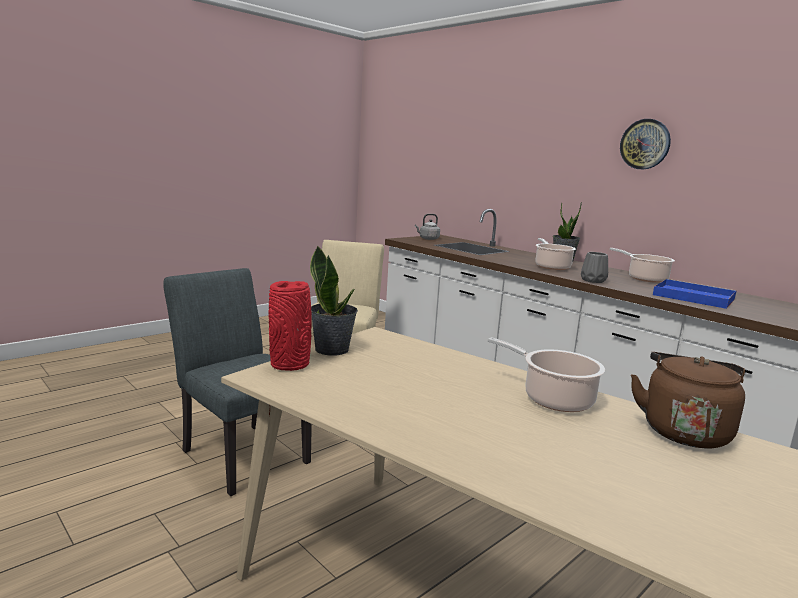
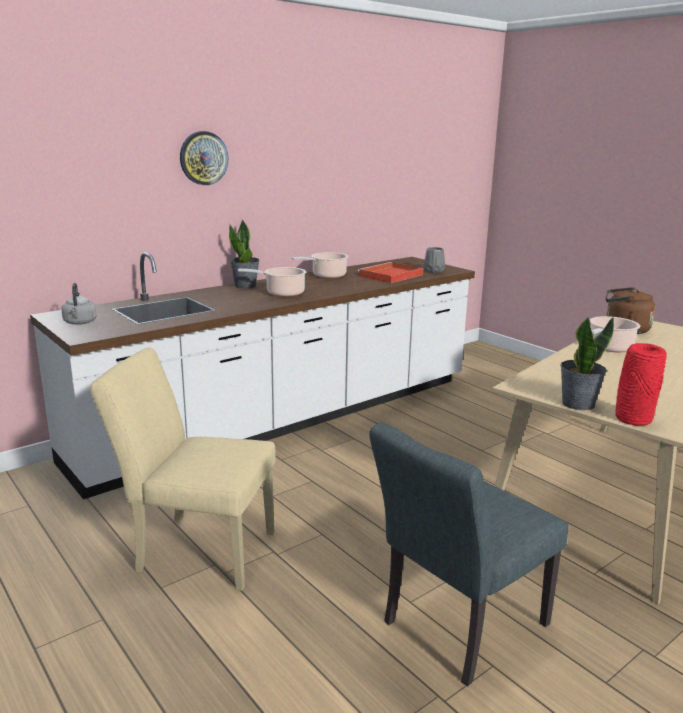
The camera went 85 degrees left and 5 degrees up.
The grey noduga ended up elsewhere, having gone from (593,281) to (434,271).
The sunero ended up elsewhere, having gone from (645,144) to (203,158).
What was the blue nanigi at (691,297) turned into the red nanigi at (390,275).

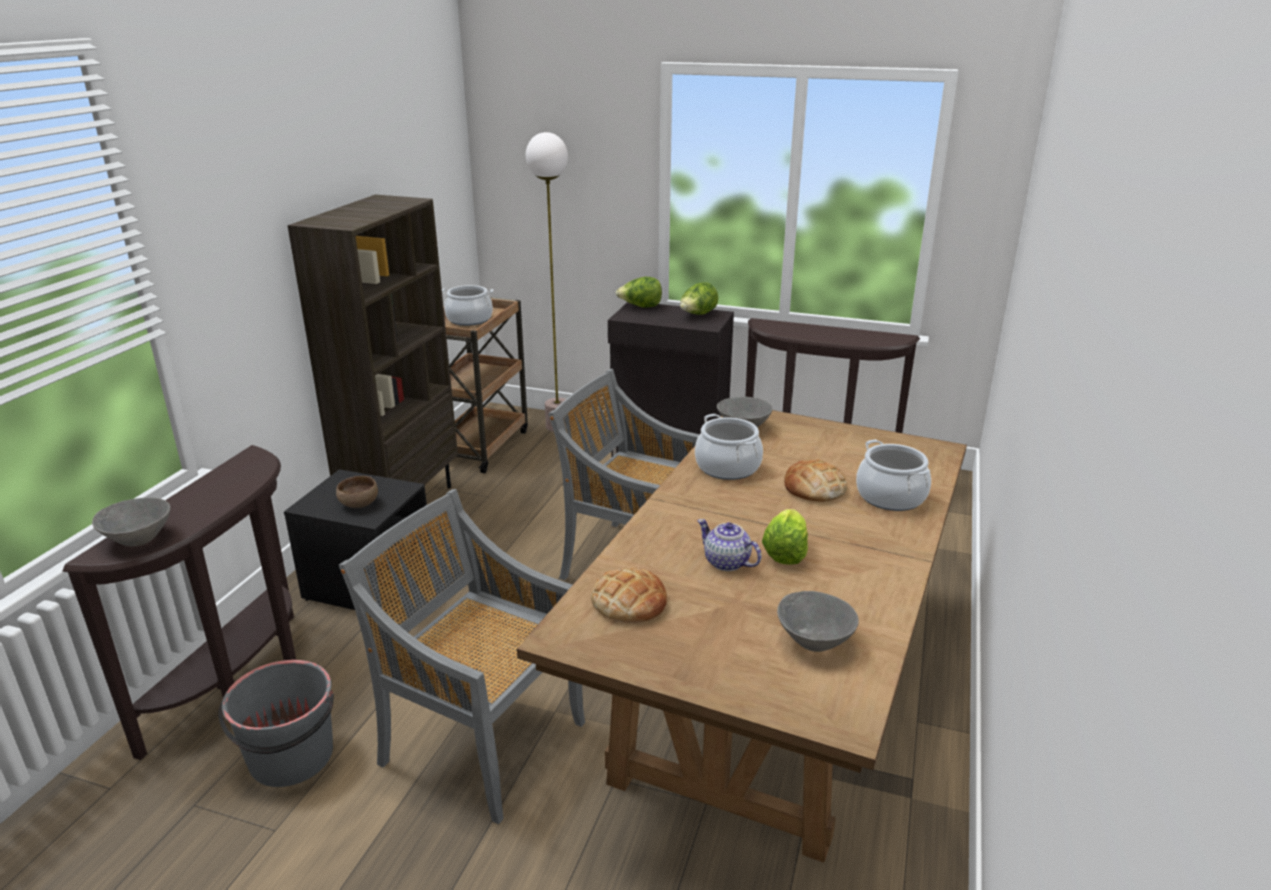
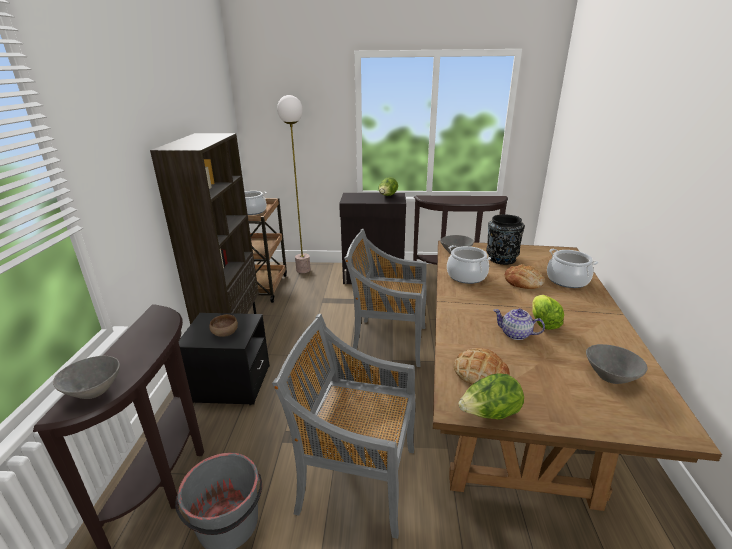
The camera went 15 degrees left and 0 degrees up.
The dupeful ended up elsewhere, having gone from (640,307) to (489,414).
The second view gained the black noduga at (501,259).

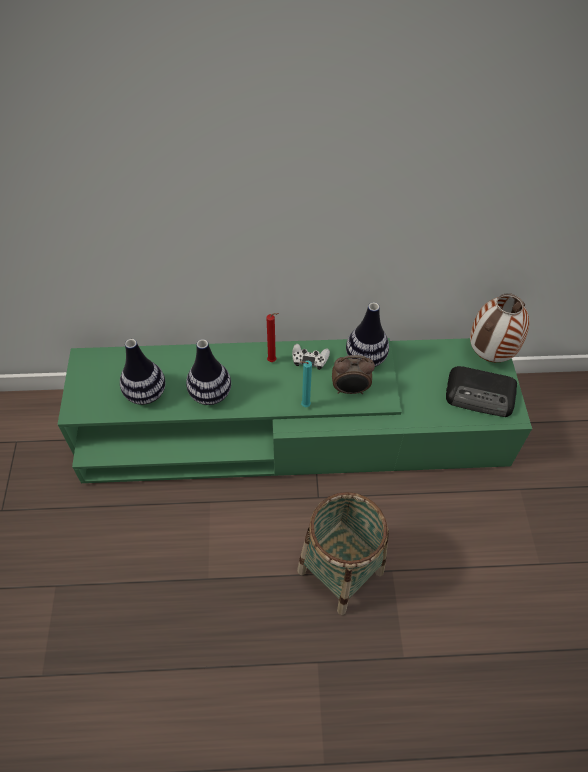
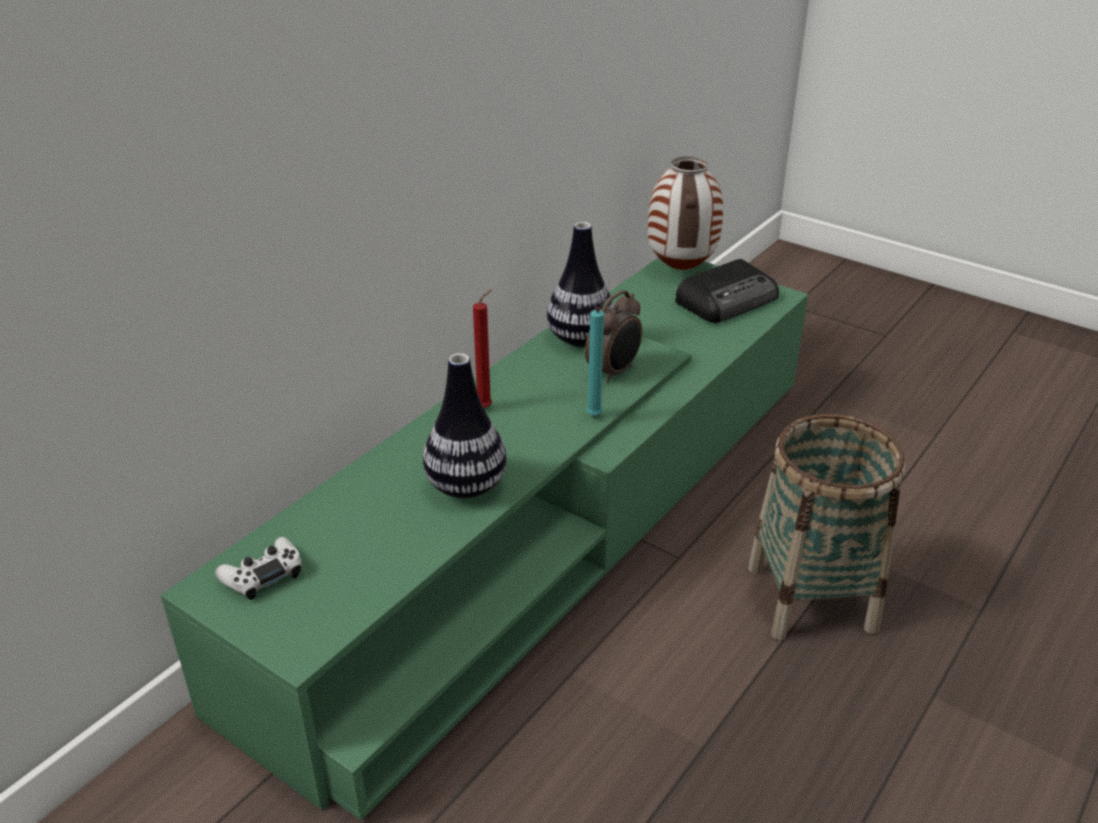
The camera went 50 degrees left and 20 degrees down.
The second view lost the noduga at (145,393).
The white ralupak ended up elsewhere, having gone from (310,359) to (263,575).

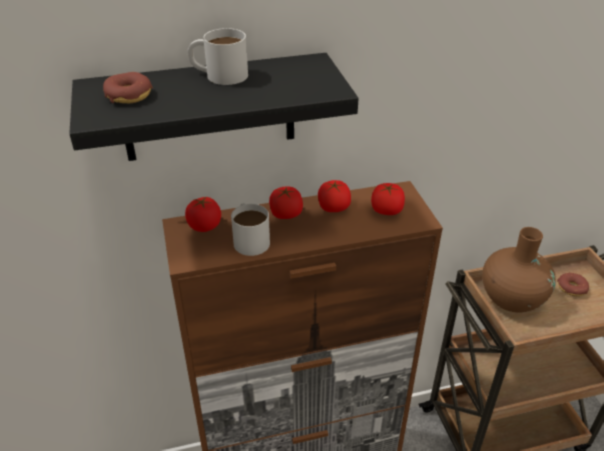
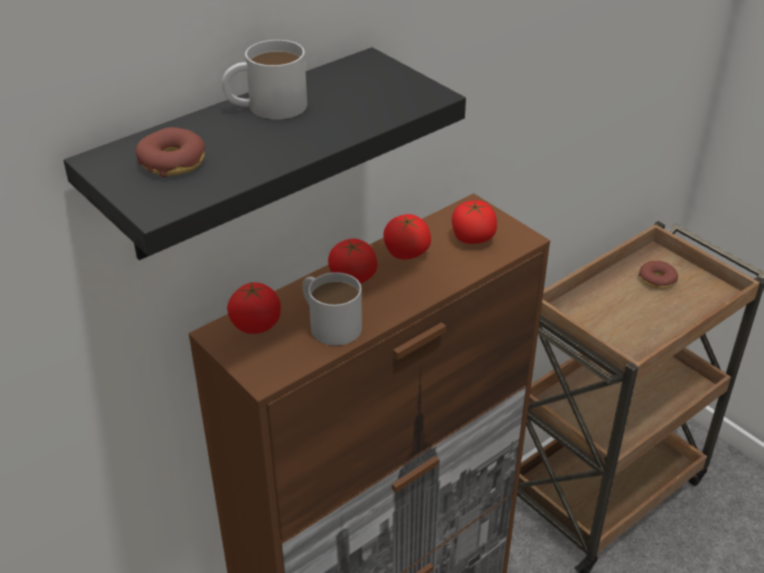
The camera went 25 degrees left and 0 degrees up.
The second view lost the brown noduga at (511,298).

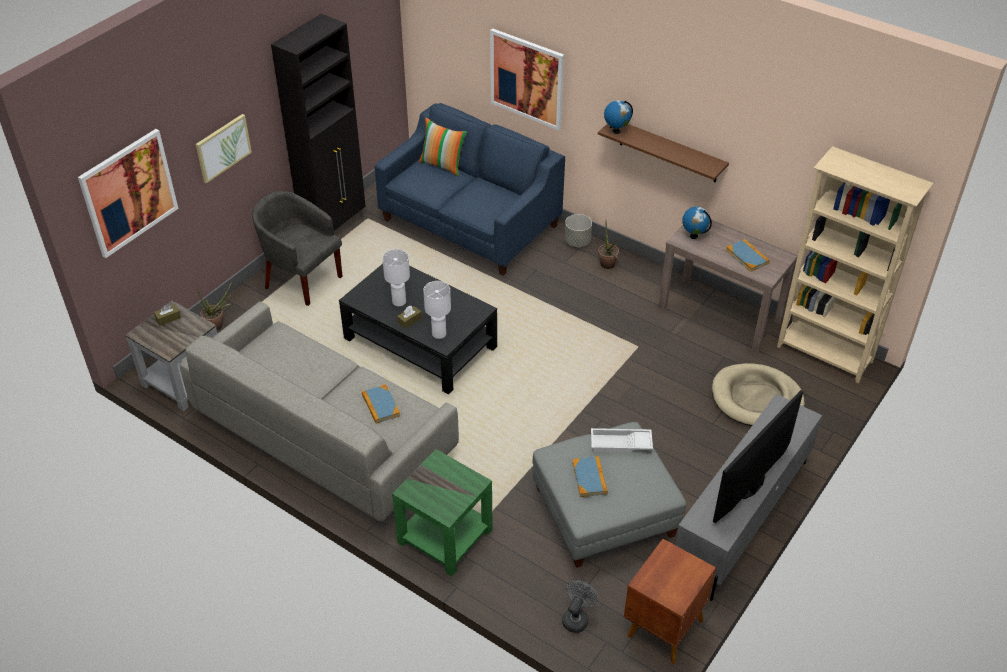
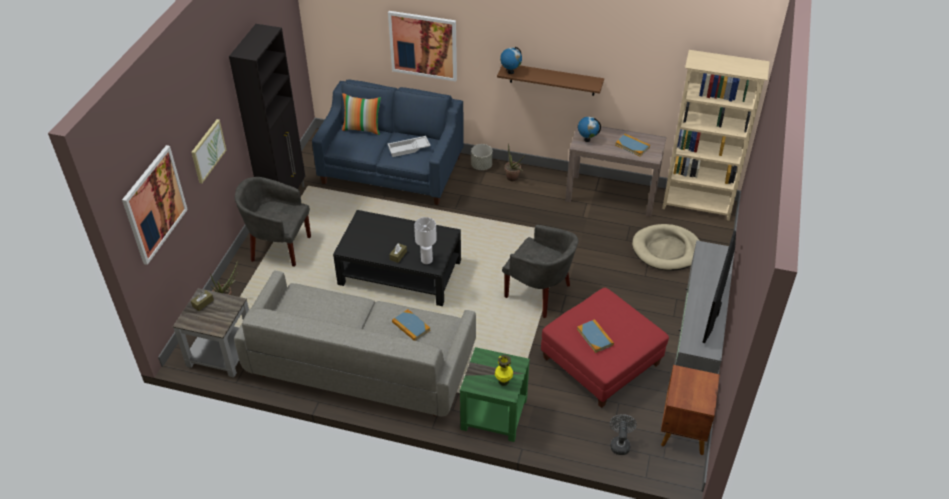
The camera went 20 degrees left and 0 degrees up.
The second view lost the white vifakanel at (399,302).
What was the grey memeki at (604,512) turned into the red memeki at (601,361).
The white nanigi ended up elsewhere, having gone from (620,444) to (408,149).
The second view gained the yellow noduga at (503,381).
The second view gained the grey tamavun at (539,293).

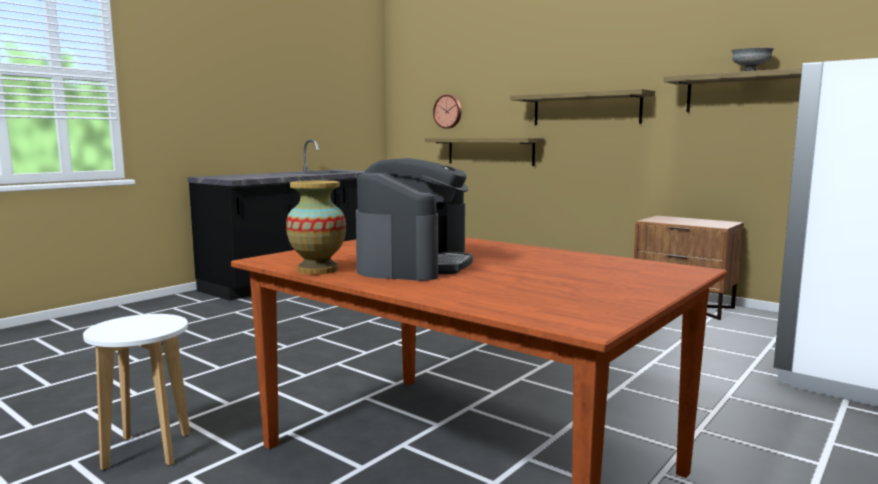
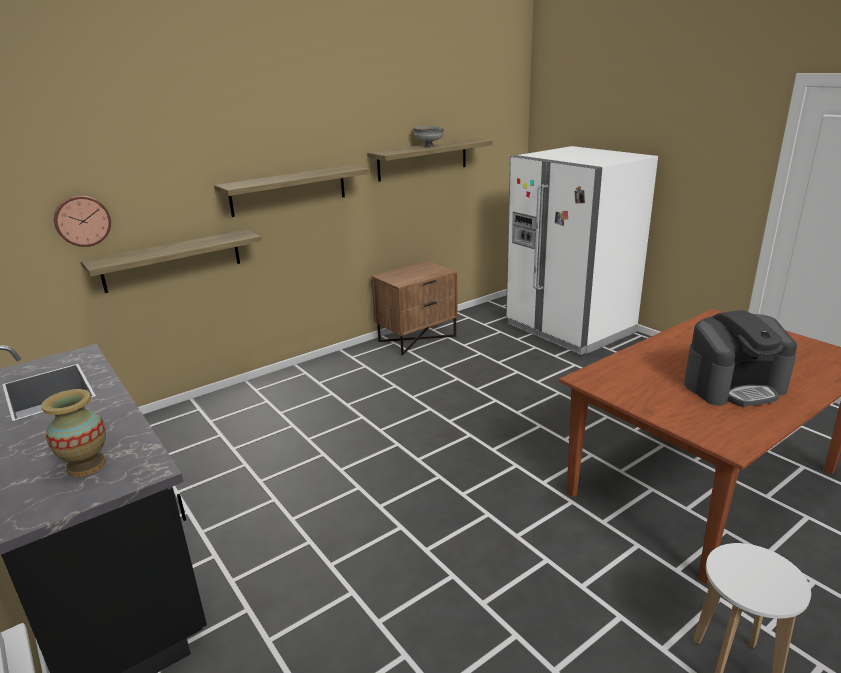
The camera went 75 degrees left and 15 degrees up.
The noduga ended up elsewhere, having gone from (318,270) to (87,465).
The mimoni at (414,265) ended up facing another way, 135 degrees clockwise from before.

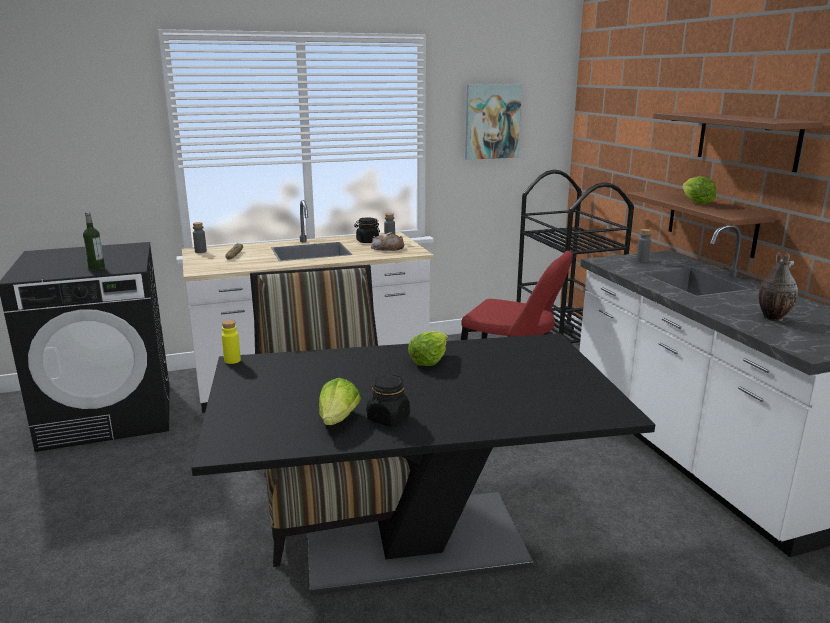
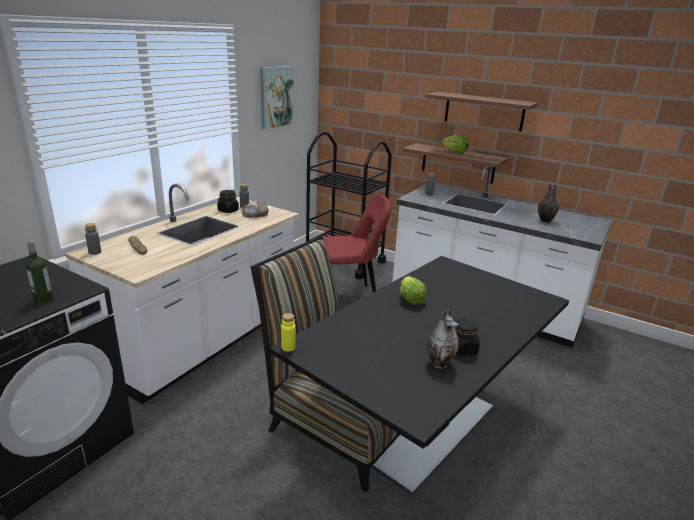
The camera went 40 degrees left and 5 degrees up.
Where the dupeful stood at (338,419), the noduga came to stand at (440,363).

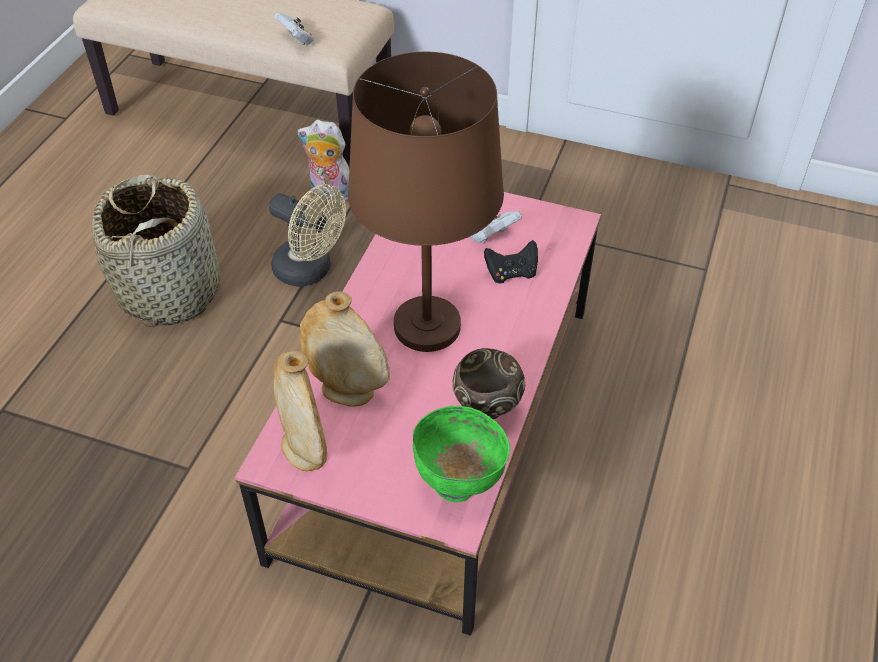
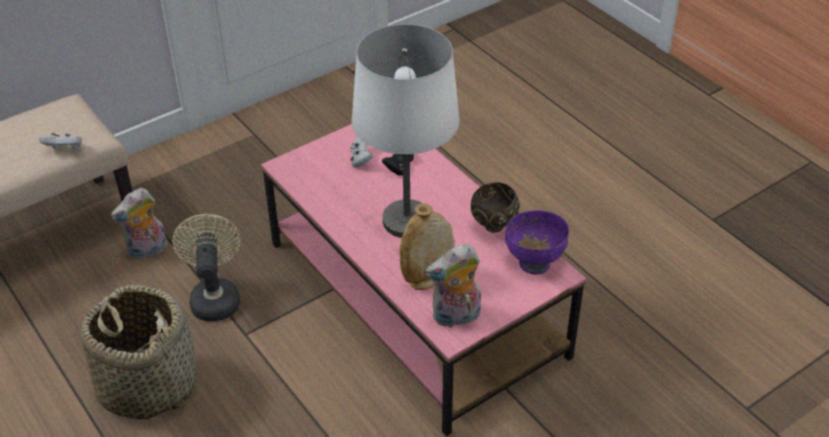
The camera went 55 degrees left and 5 degrees down.
The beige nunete at (310,271) ended up facing another way, 75 degrees counterclockwise from before.
Where the beige noduga stood at (304,450), the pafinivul came to stand at (456,317).
What was the brown vifakanel at (427,327) turned into the white vifakanel at (407,221).
What was the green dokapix at (458,481) turned into the purple dokapix at (534,262).

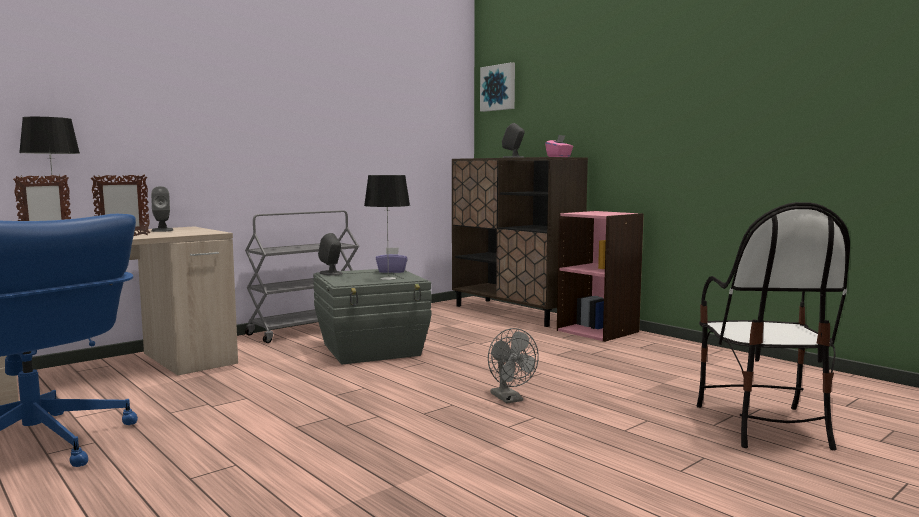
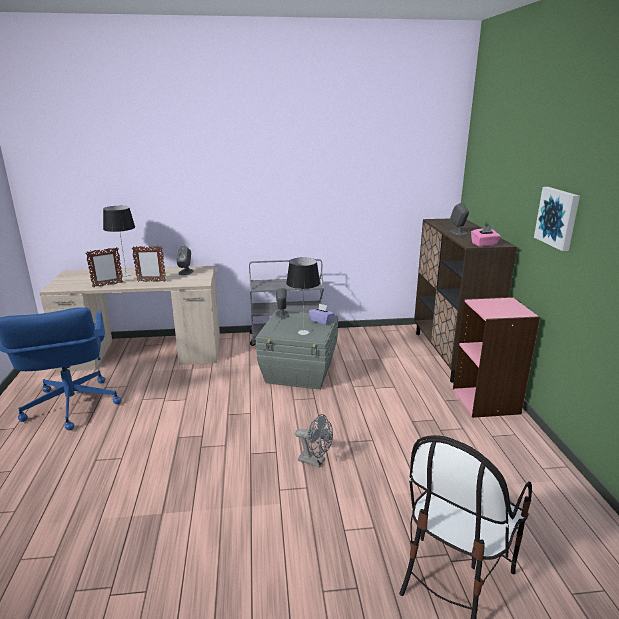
The camera went 35 degrees right and 15 degrees up.
The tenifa ended up elsewhere, having gone from (499,87) to (558,217).
The grey nunete at (510,399) ended up facing another way, 75 degrees counterclockwise from before.

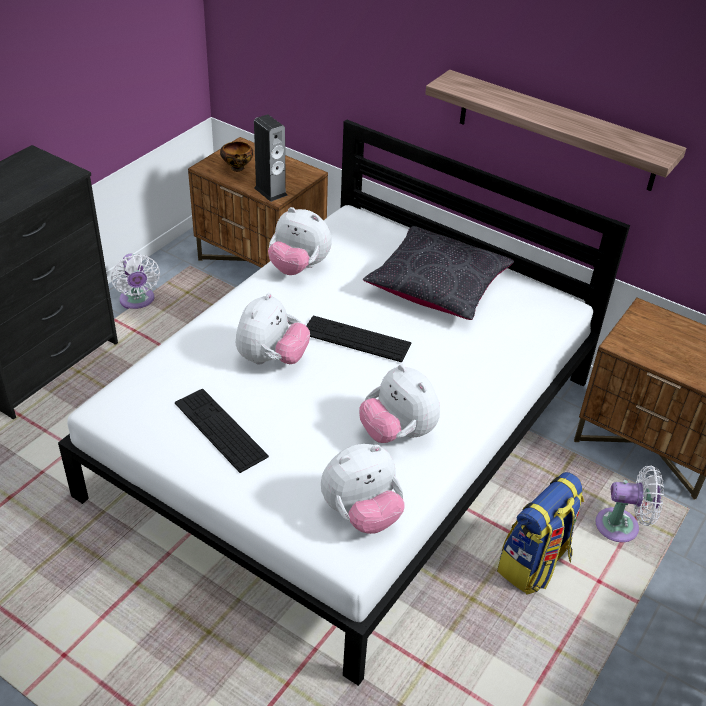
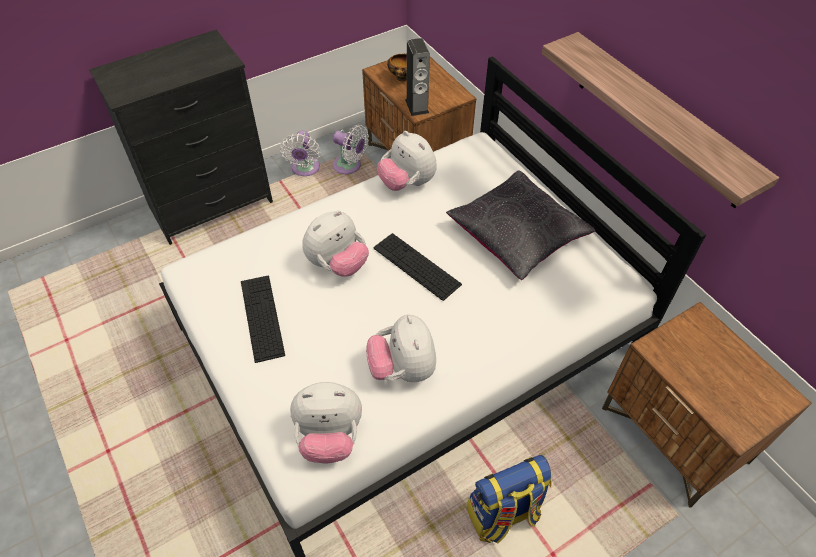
The camera went 25 degrees right and 10 degrees up.
The white nunete ended up elsewhere, having gone from (622,526) to (349,166).

